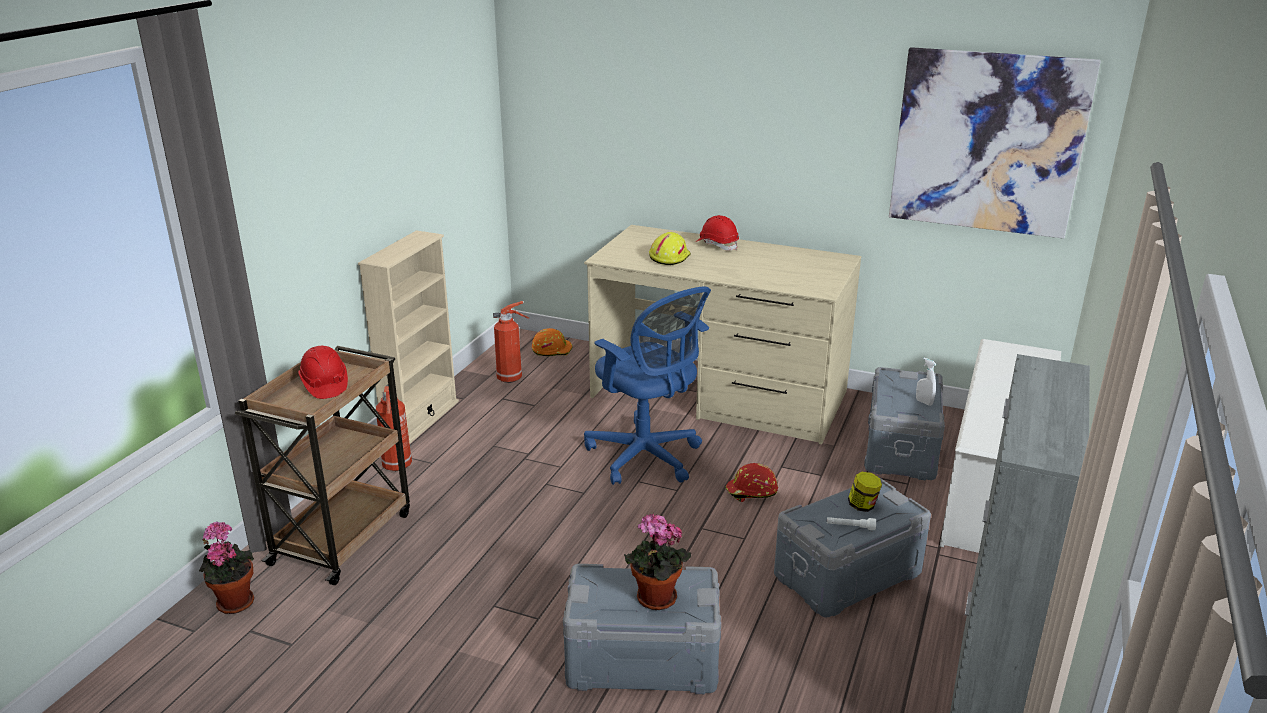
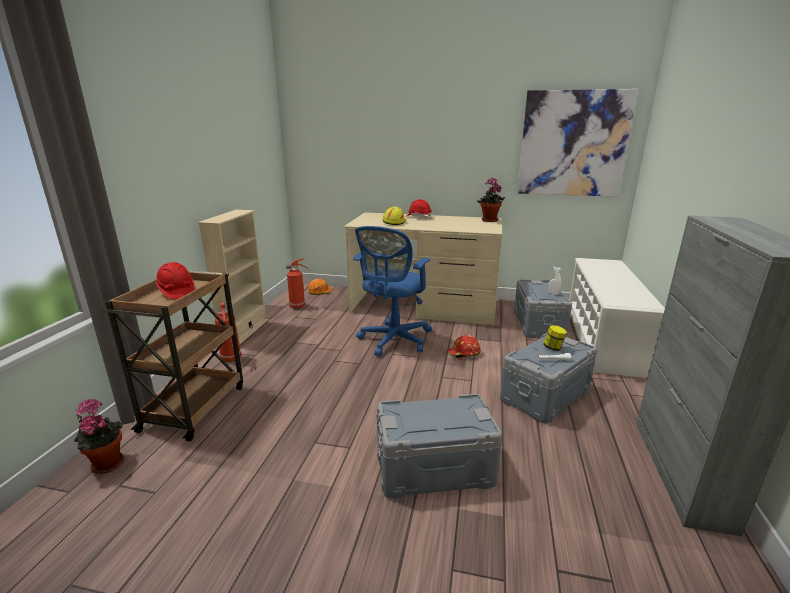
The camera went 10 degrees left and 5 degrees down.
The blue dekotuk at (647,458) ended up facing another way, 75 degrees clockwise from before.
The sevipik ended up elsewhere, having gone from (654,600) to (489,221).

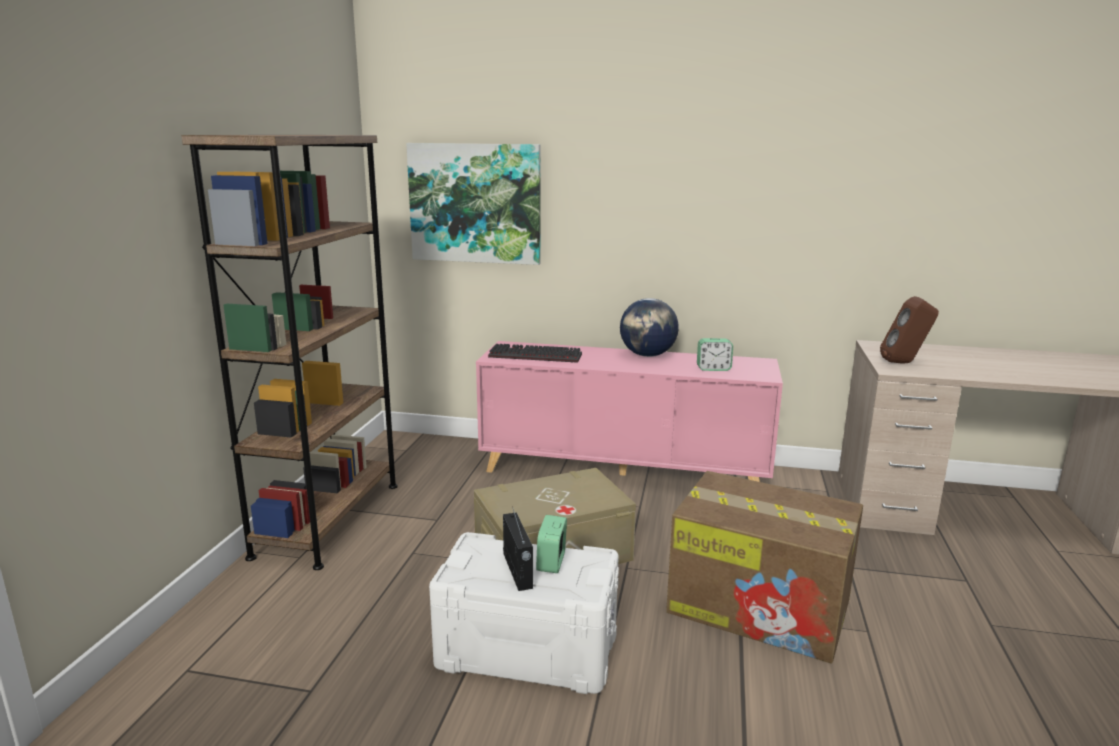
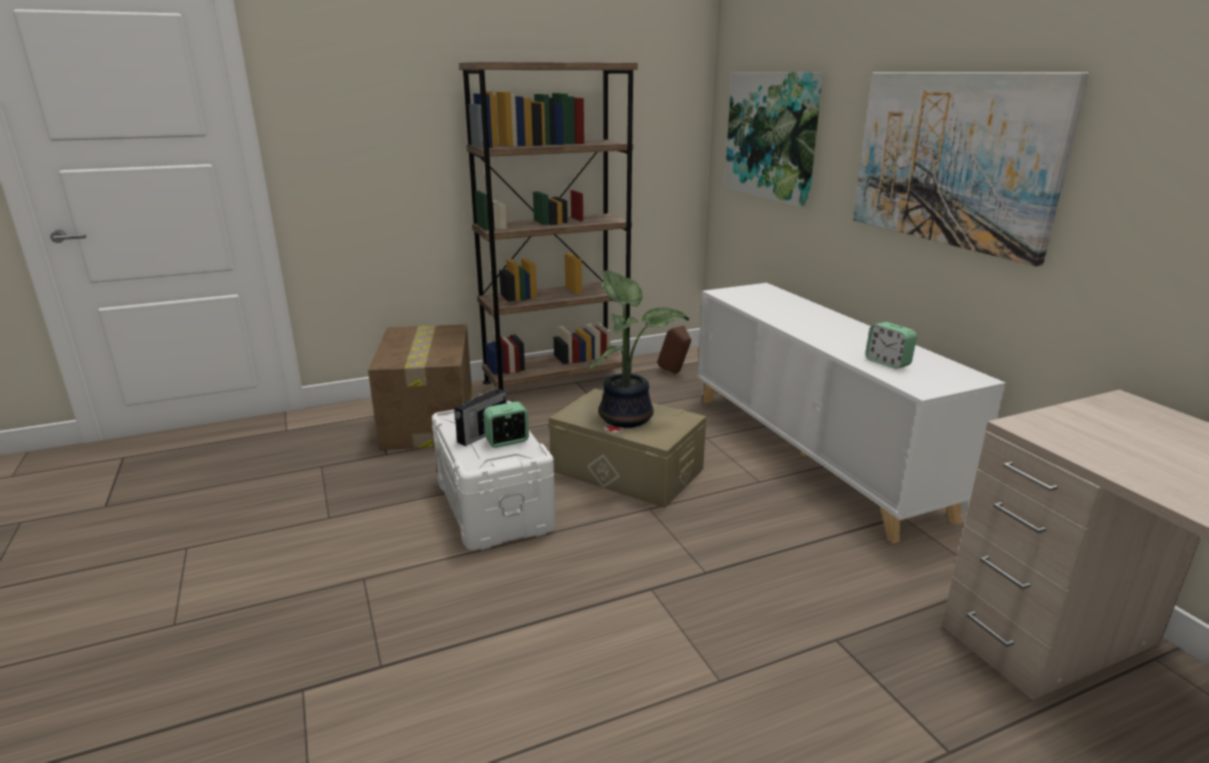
The camera went 55 degrees right and 5 degrees up.
What was the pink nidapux at (624,470) turned into the white nidapux at (812,453).
The second view lost the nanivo at (533,356).
The second view lost the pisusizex at (647,355).
The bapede ended up elsewhere, having gone from (761,607) to (429,421).
The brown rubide ended up elsewhere, having gone from (905,363) to (675,373).
The second view gained the sevipik at (627,416).
The second view gained the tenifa at (953,159).

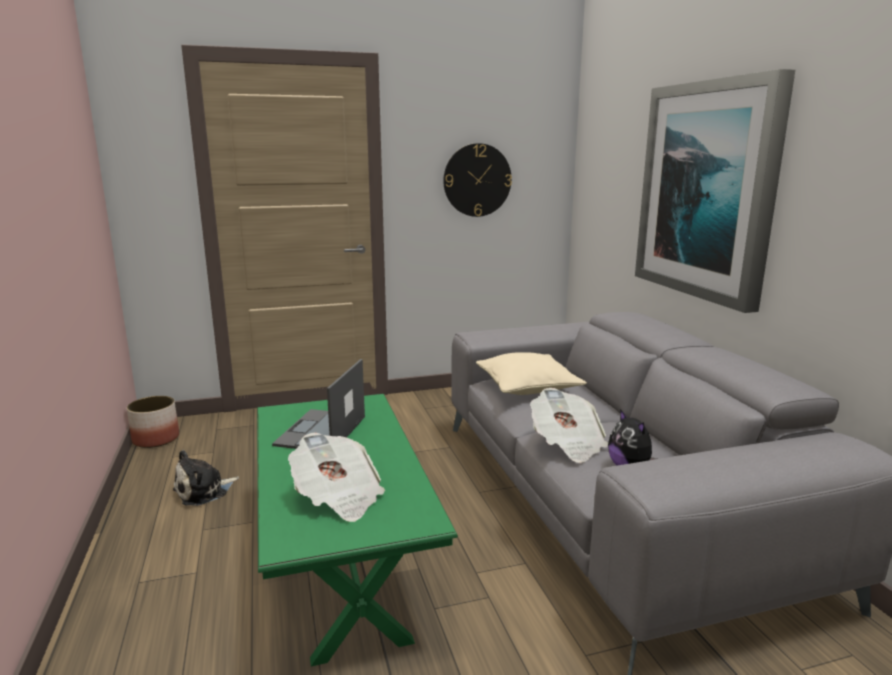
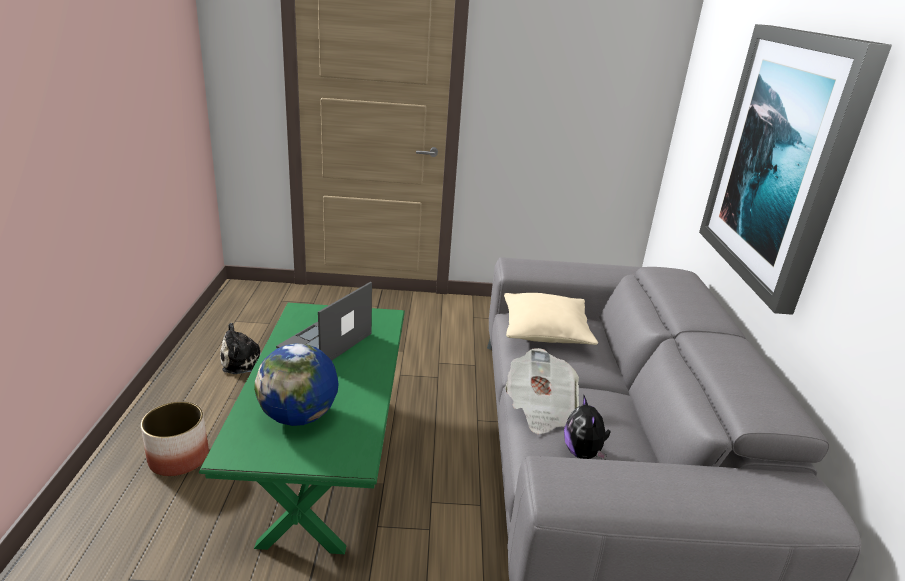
The camera went 15 degrees right and 10 degrees up.
The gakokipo ended up elsewhere, having gone from (156,439) to (178,458).
Where the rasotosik stood at (338,497), the pisusizex came to stand at (299,416).
The second view lost the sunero at (477,180).

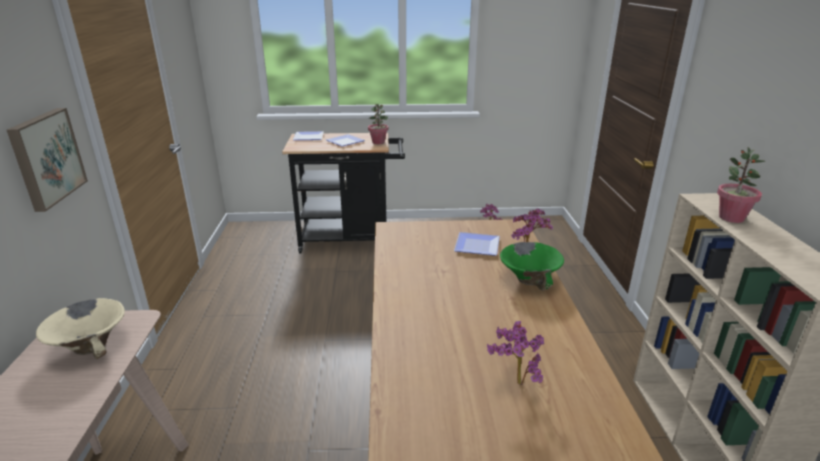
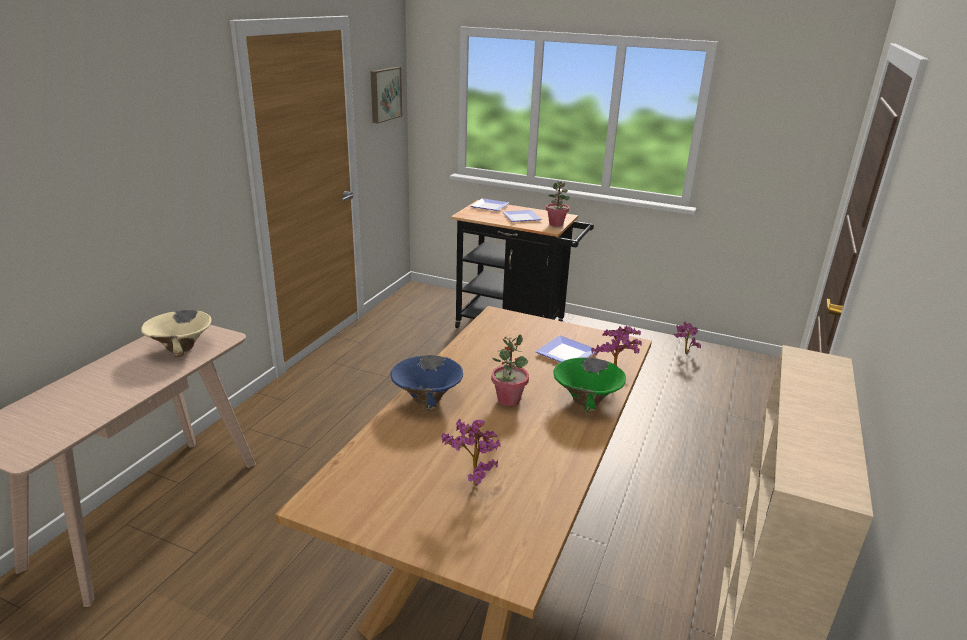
The camera went 25 degrees right and 0 degrees up.
The tenifa ended up elsewhere, having gone from (46,158) to (384,94).
The sevipik ended up elsewhere, having gone from (731,218) to (508,400).
The second view gained the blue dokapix at (427,398).

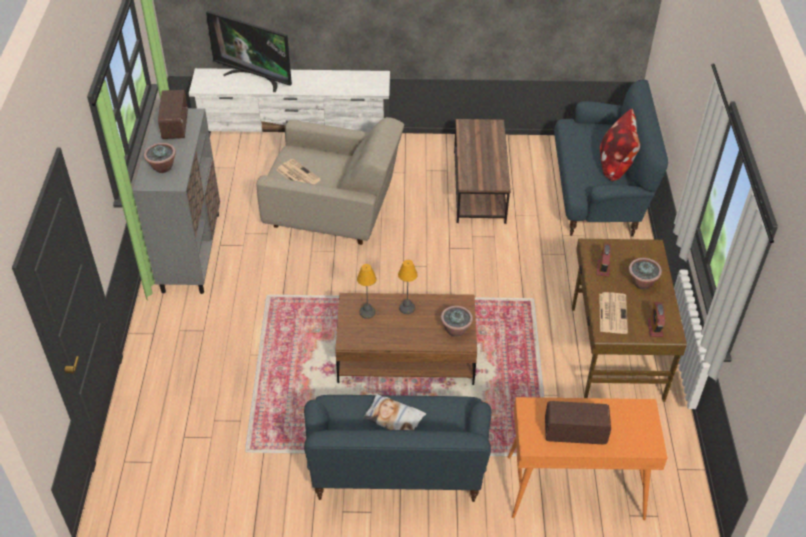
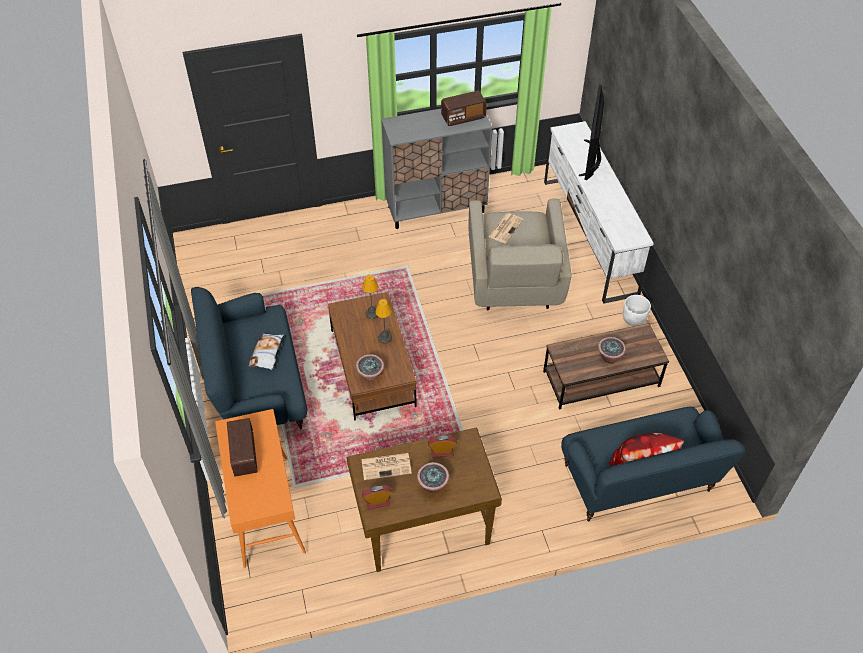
The camera went 75 degrees right and 5 degrees up.
The sevipik ended up elsewhere, having gone from (162,167) to (609,357).
The second view gained the white gakokipo at (633,319).

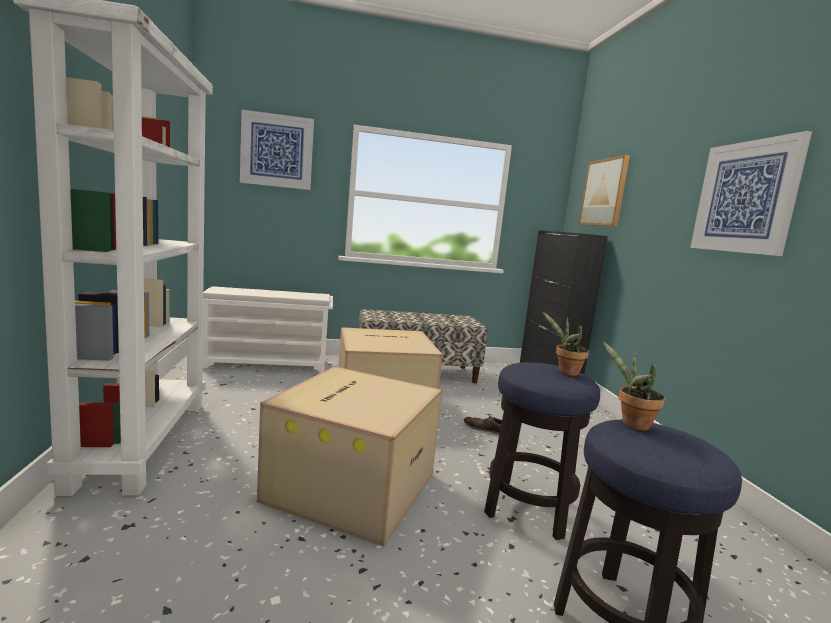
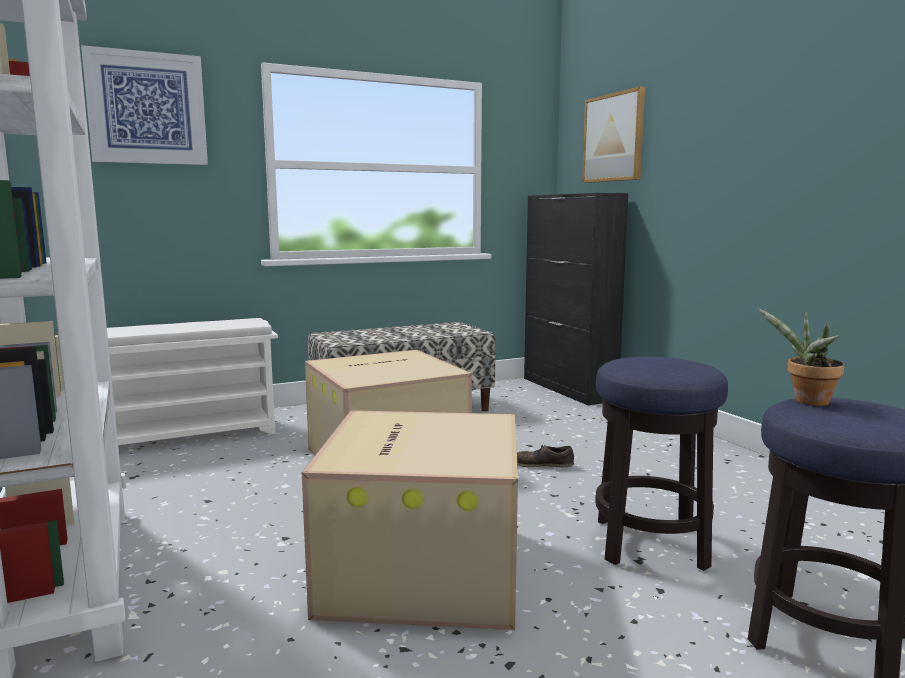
The camera went 15 degrees left and 0 degrees up.
The second view lost the sevipik at (565,372).
The second view lost the tenifa at (745,197).

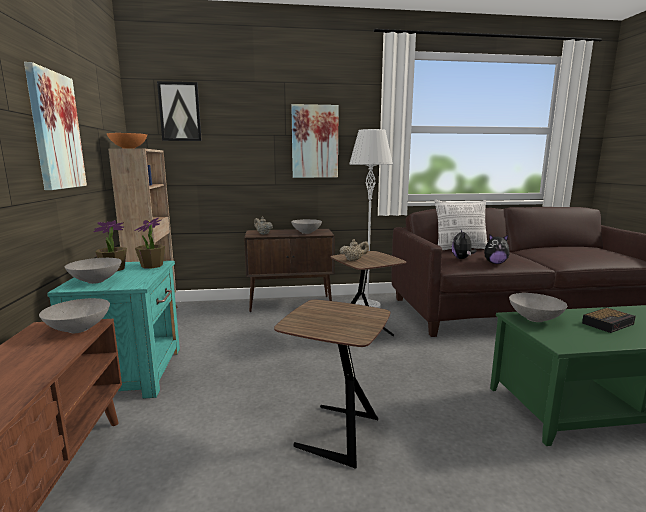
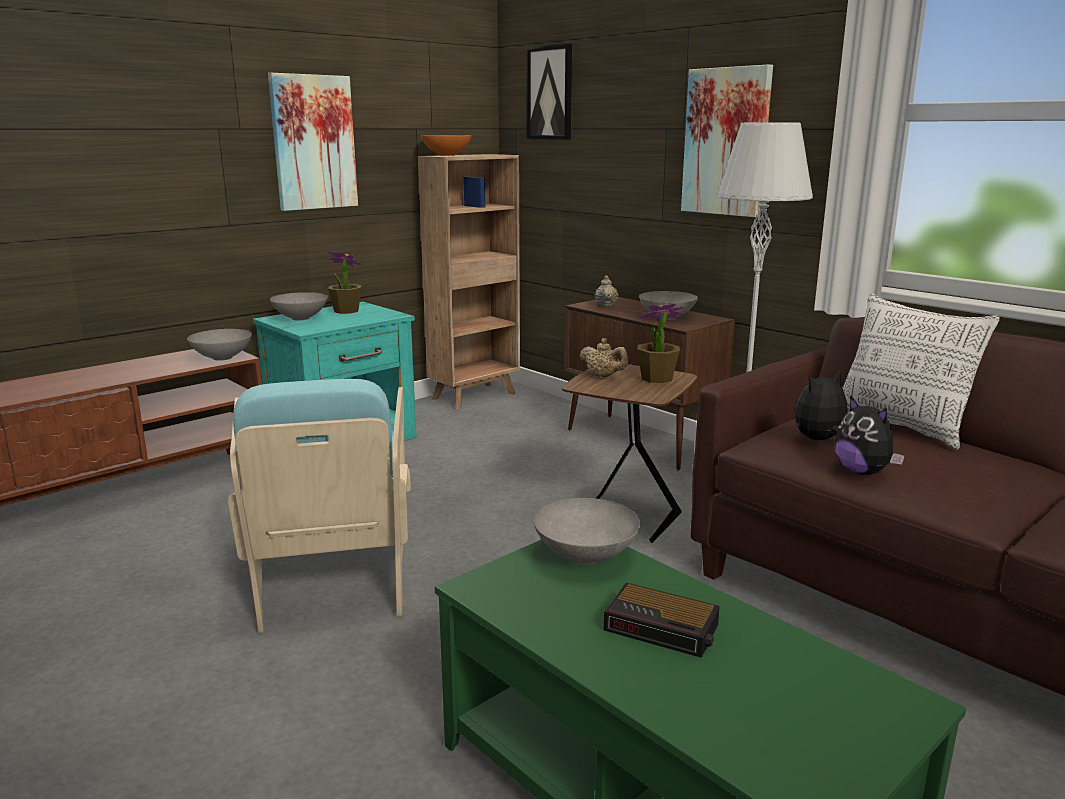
The camera went 55 degrees right and 5 degrees up.
The sevipik ended up elsewhere, having gone from (152,266) to (656,378).
Where the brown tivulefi stood at (334,433), the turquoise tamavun came to stand at (332,575).

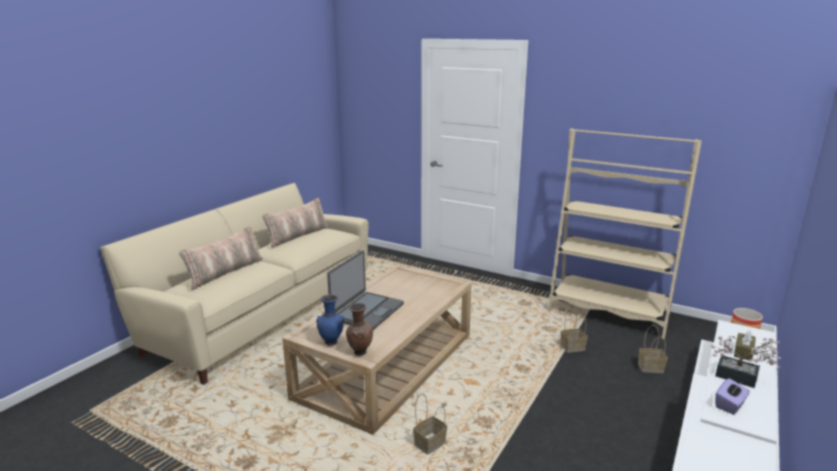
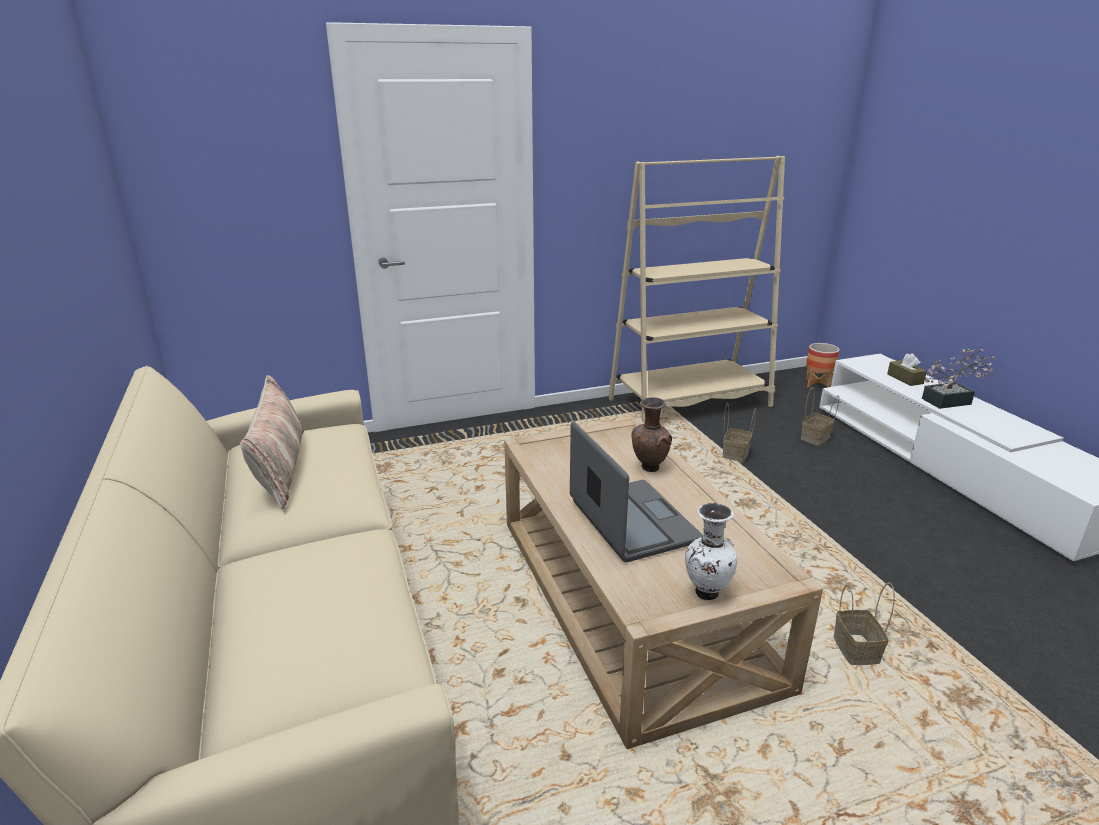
The camera went 50 degrees left and 5 degrees up.
The second view lost the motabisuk at (225,272).
What was the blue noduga at (331,342) turned into the white noduga at (706,592).
The brown noduga ended up elsewhere, having gone from (359,352) to (648,468).
The second view lost the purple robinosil at (730,405).

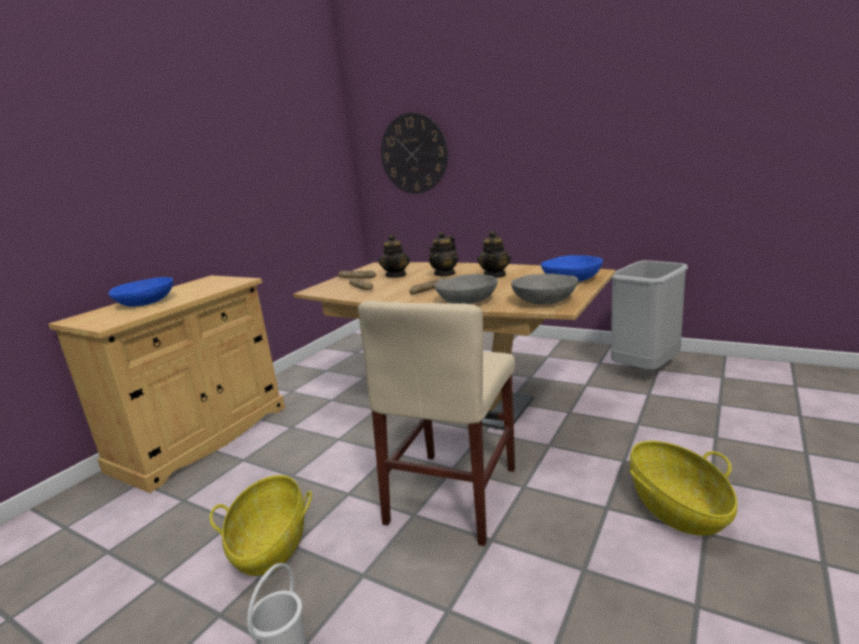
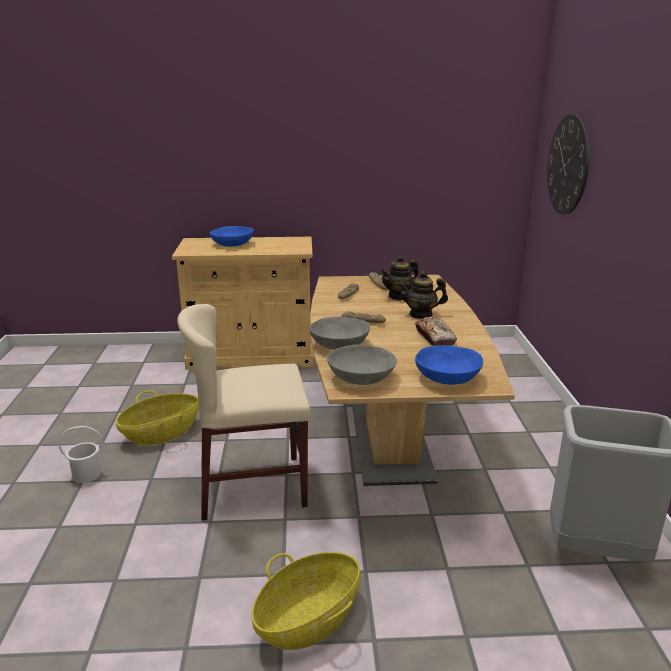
The camera went 55 degrees right and 5 degrees up.
Where the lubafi stood at (495,275), the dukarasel came to stand at (435,337).

